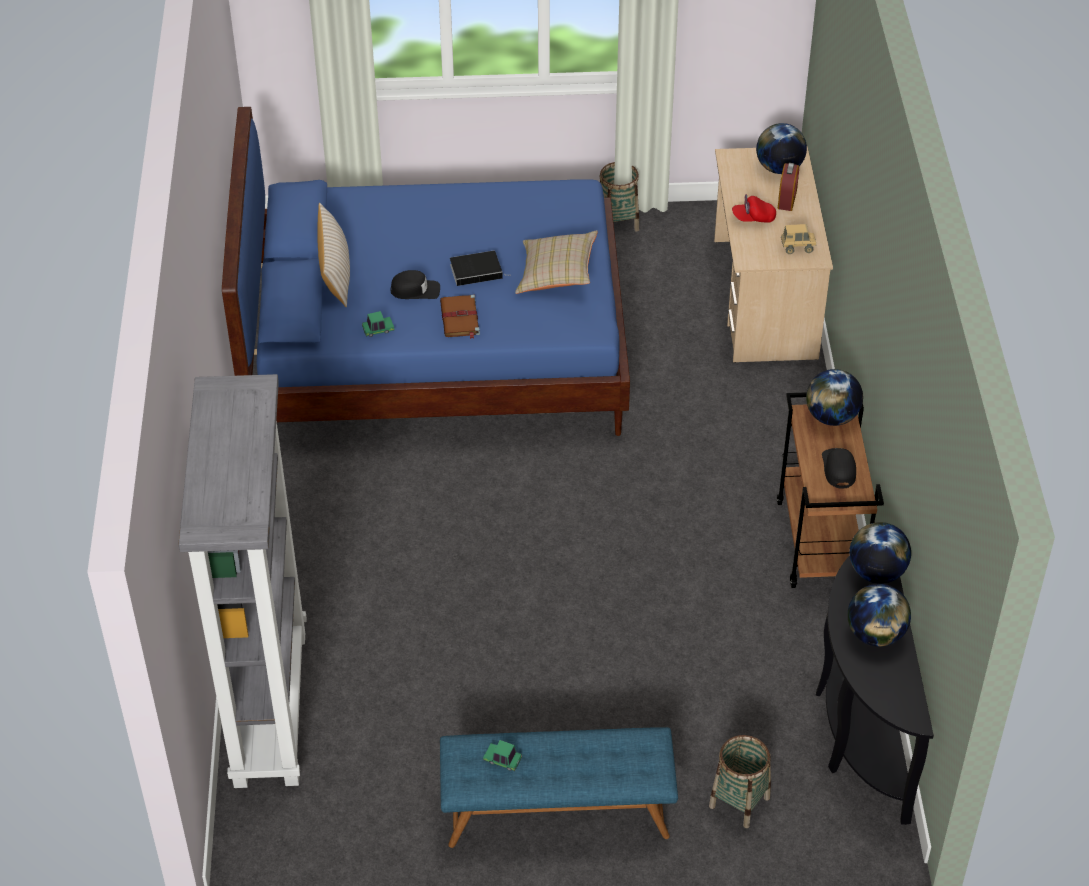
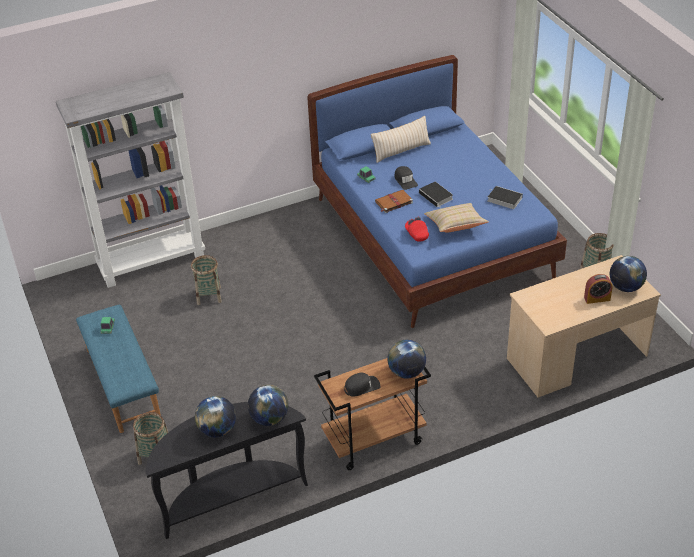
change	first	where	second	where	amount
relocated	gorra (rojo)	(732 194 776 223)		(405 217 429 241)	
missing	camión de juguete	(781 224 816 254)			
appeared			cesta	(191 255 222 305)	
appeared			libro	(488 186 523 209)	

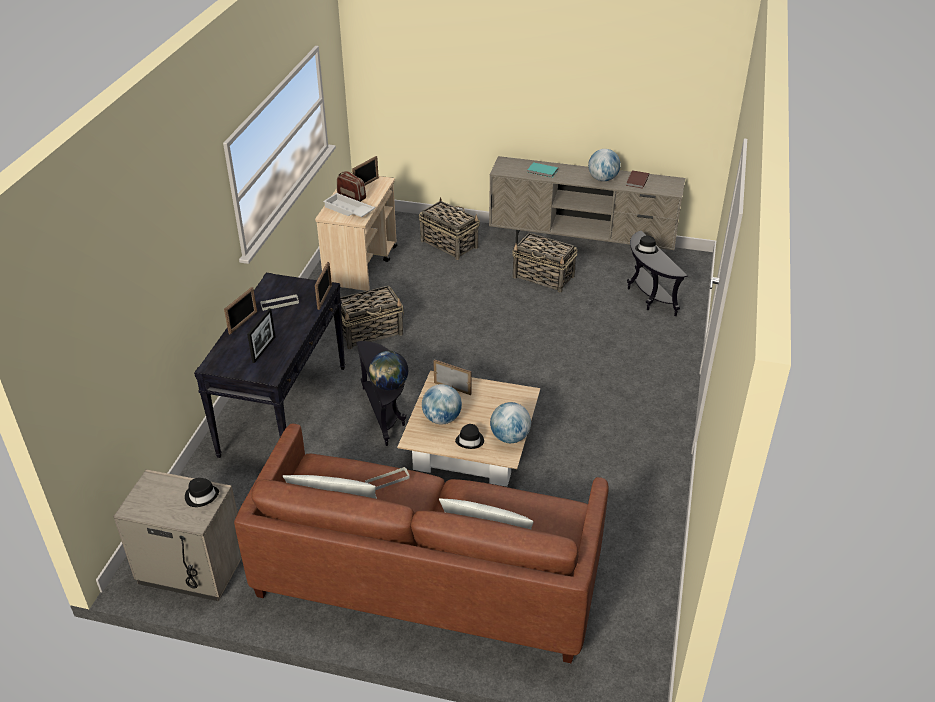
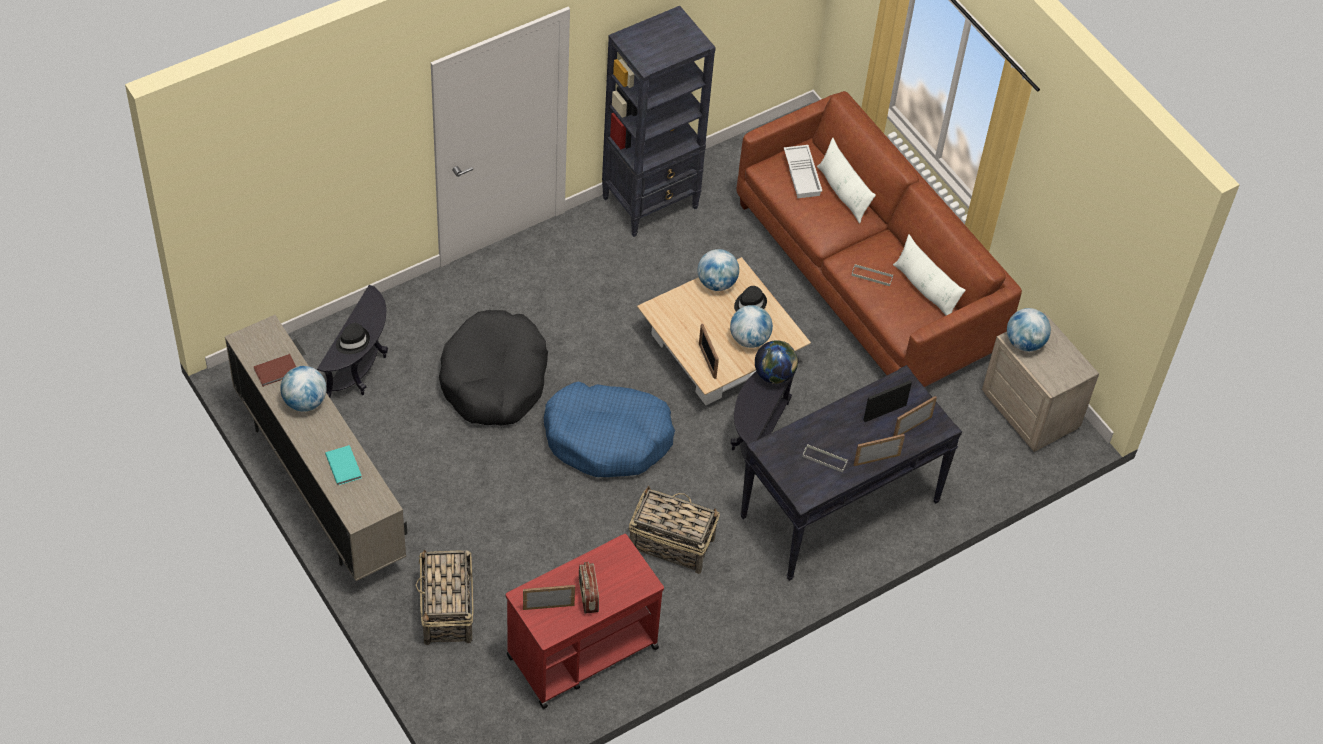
change	first	where	second	where	amount
exchanged	sombrero (negro)	(185 478 219 507)	globo terráqueo	(1007 308 1051 352)	
colour	carrito (beis)	(315 172 397 291)	carrito (rojo)	(506 534 664 709)	
relocated	portarretratos	(315 262 332 310)		(893 396 937 436)	
relocated	bandeja (blanco)	(323 193 375 217)		(784 145 823 198)	
missing	cesta	(512 233 578 293)			
appeared			cama para perro (negro)	(439 310 548 426)	
appeared			cama para perro (azul)	(544 381 675 477)	
appeared			estantería (negro)	(602 6 716 237)	

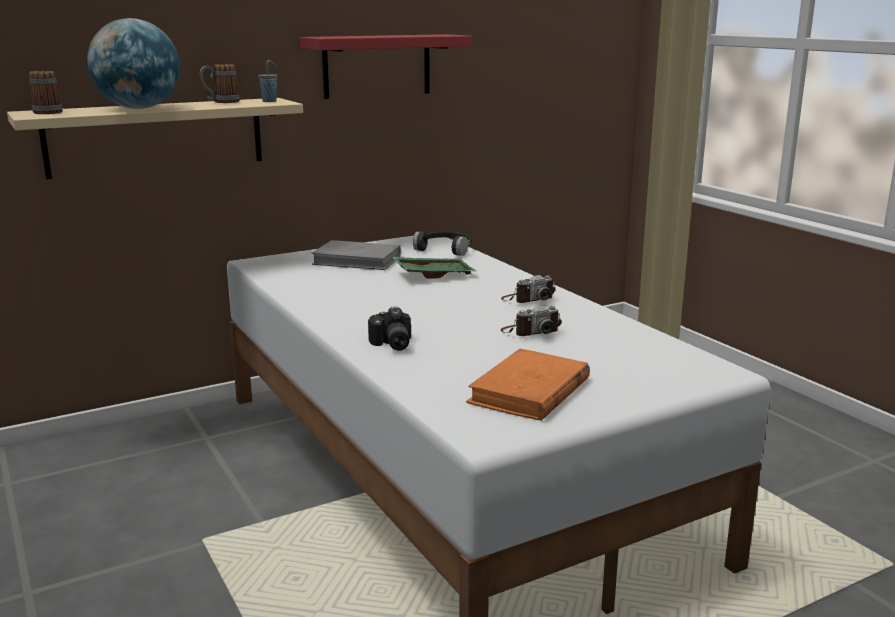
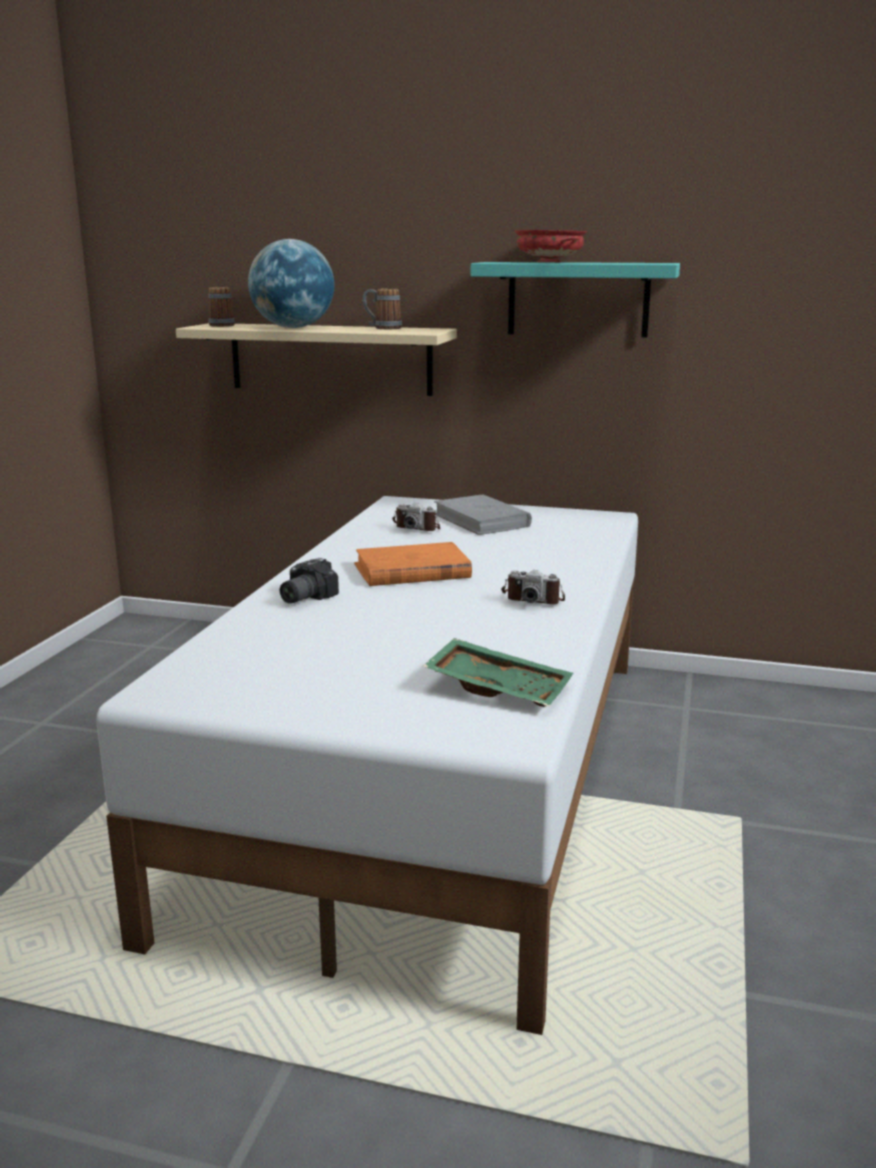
change	first	where	second	where	amount
missing	taza (gris)	(258 60 278 102)			
colour	estante (rojo)	(300 34 472 99)	estante (turquesa)	(471 262 680 337)	
relocated	bandeja (verde)	(392 257 476 279)		(423 638 573 707)	
missing	auriculares (negro)	(413 232 471 256)			
relocated	libro (naranja)	(466 349 590 421)		(354 542 472 586)	
relocated	cámara	(501 306 561 336)		(392 503 440 531)	
appeared			cuenco (rojo)	(514 230 587 262)	

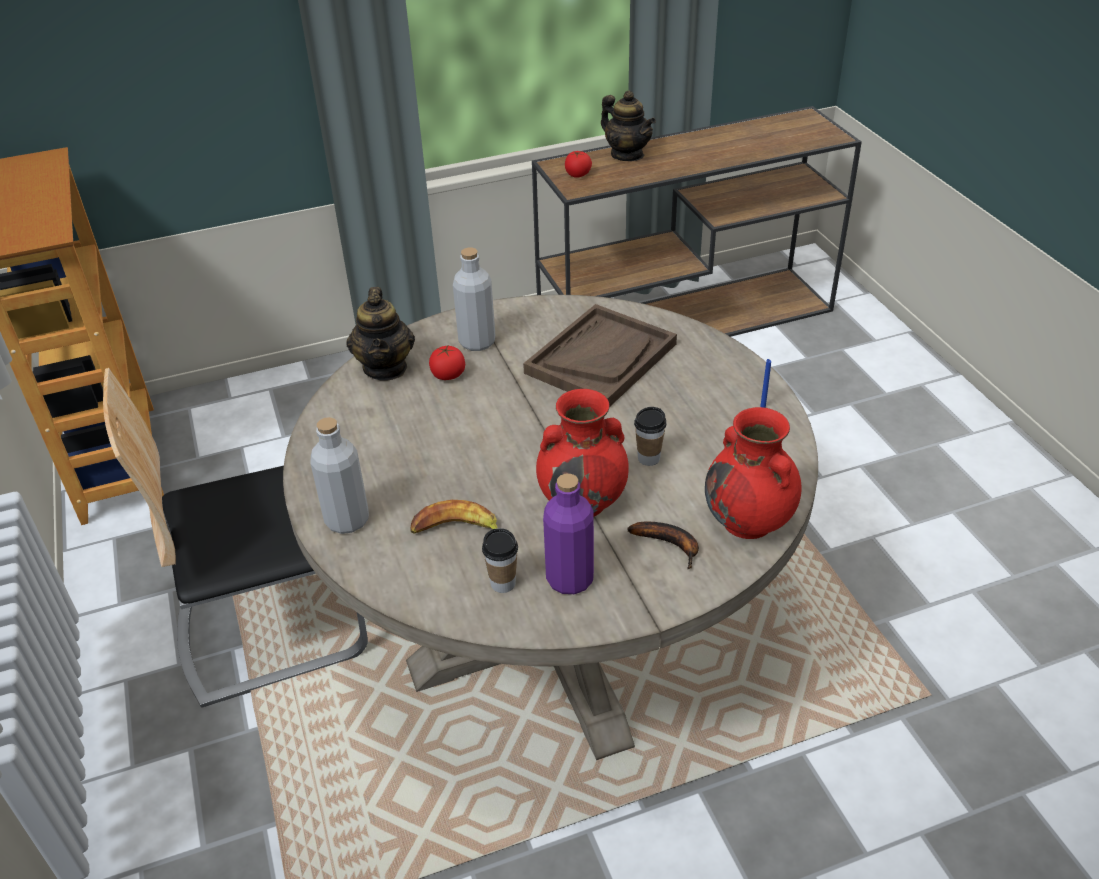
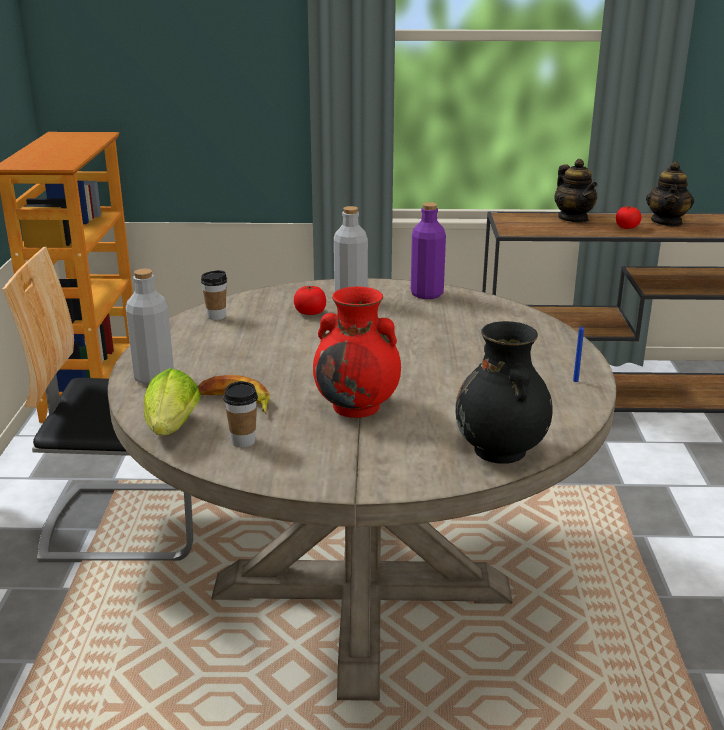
change	first	where	second	where	amount
relocated	tetera	(346 287 415 381)		(646 161 694 227)	
missing	bandeja (marrón)	(523 304 677 407)			
relocated	botella (morado)	(543 474 594 594)		(411 202 446 299)	
relocated	tomate	(565 151 592 178)		(616 206 642 229)	
missing	plátano	(627 522 699 569)			
relocated	taza	(634 407 666 466)		(201 270 227 320)	
colour	florero (rojo)	(705 407 802 539)	florero (negro)	(455 321 553 464)	
appeared			lechuga	(144 368 201 435)	

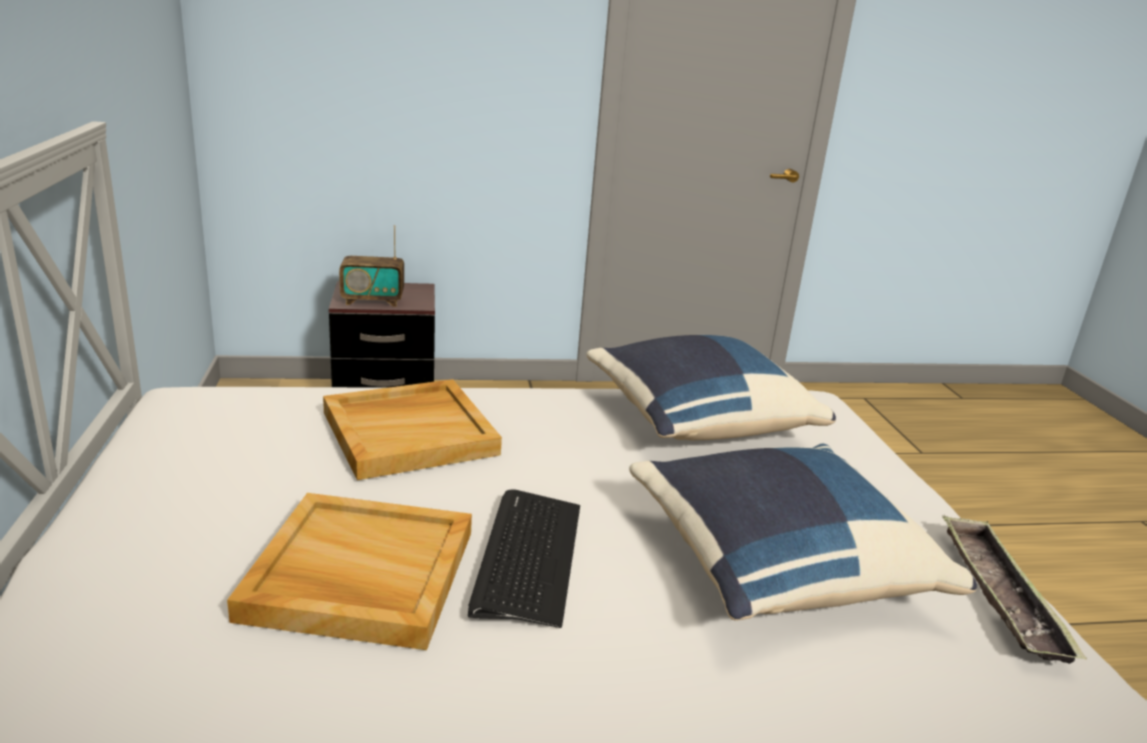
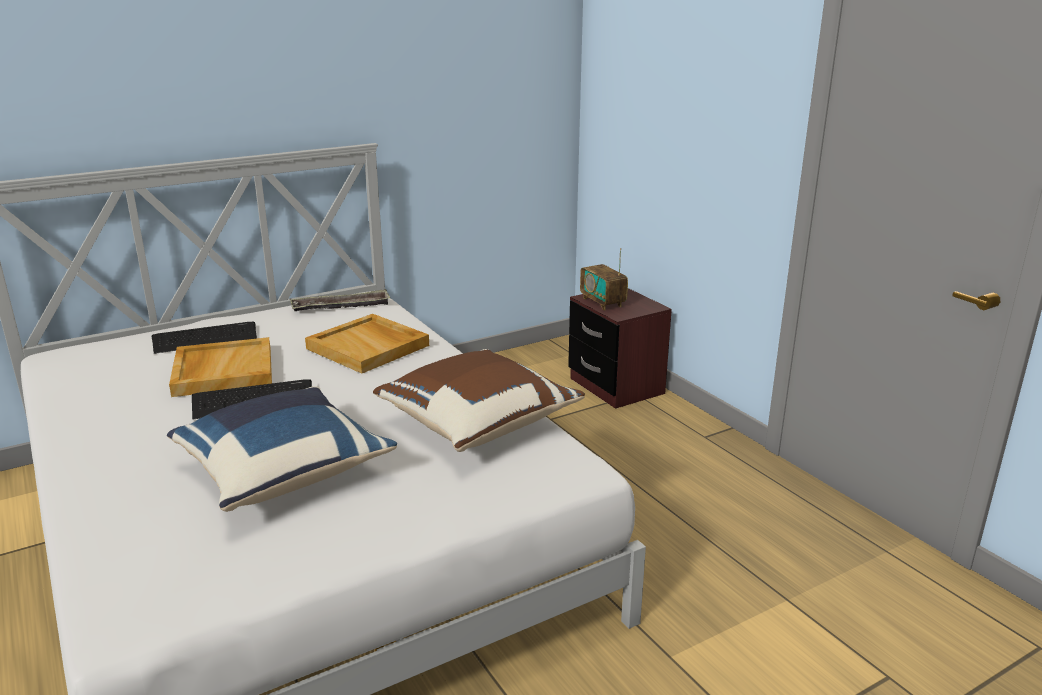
change	first	where	second	where	amount
colour	cojín (azul)	(586 335 836 441)	cojín (marrón)	(373 349 585 452)	
relocated	bandeja	(942 515 1087 664)		(290 289 390 311)	
appeared			teclado	(152 322 257 354)	

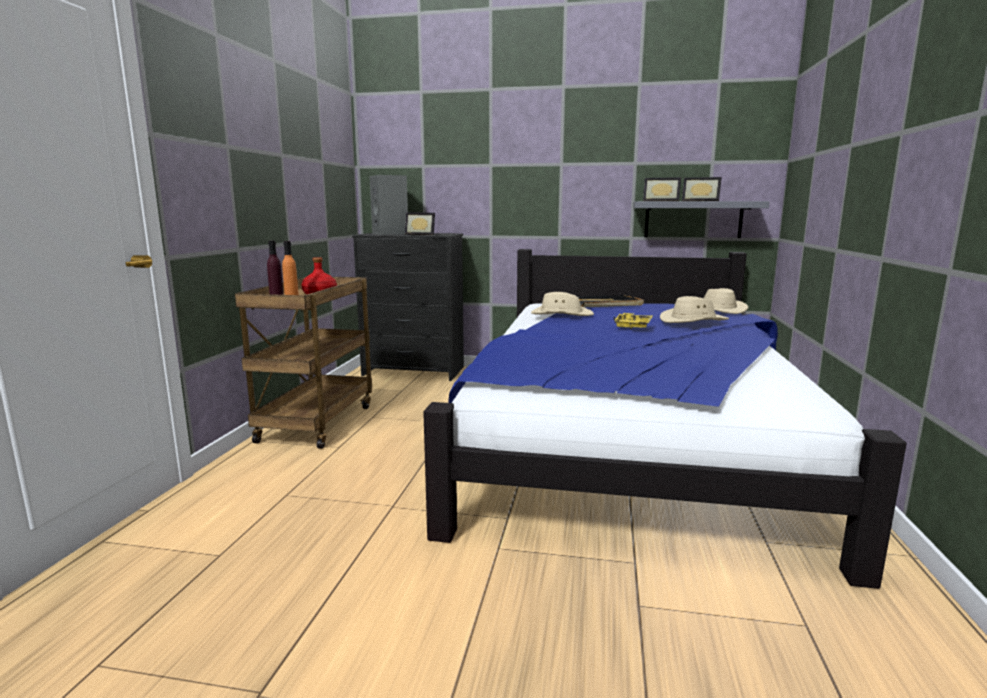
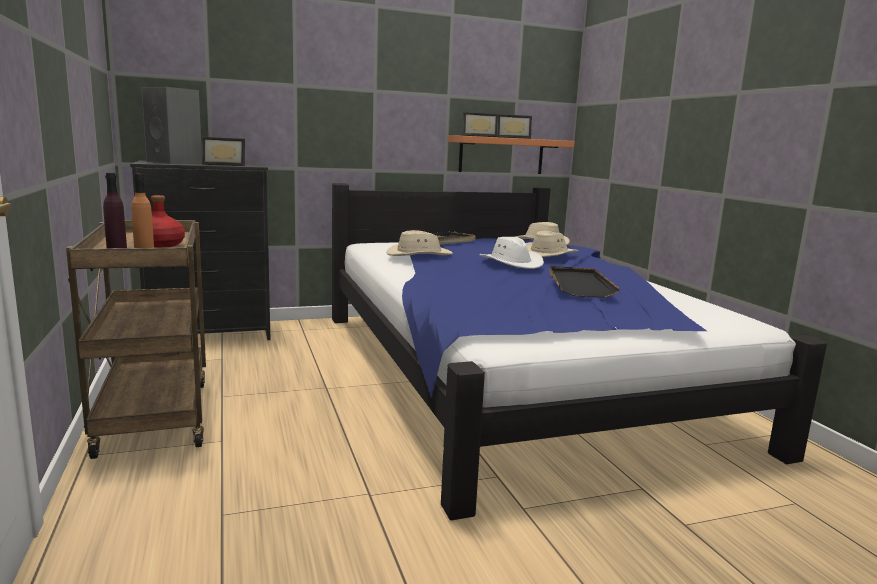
change	first	where	second	where	amount
exchanged	bandeja (amarillo)	(613 313 652 329)	sombrero (blanco)	(479 237 544 269)	
colour	estante (gris)	(633 201 770 238)	estante (naranja)	(448 135 575 174)	
appeared			bandeja (negro)	(550 266 620 297)	

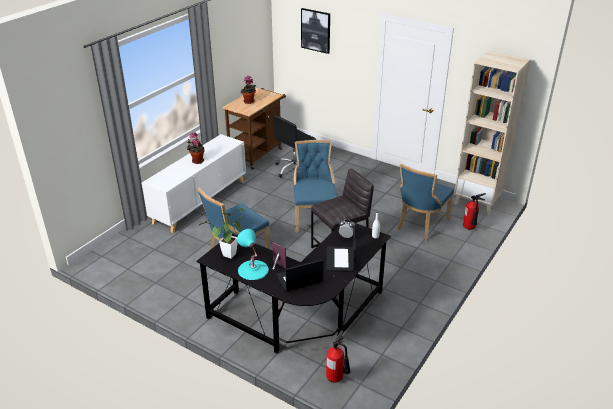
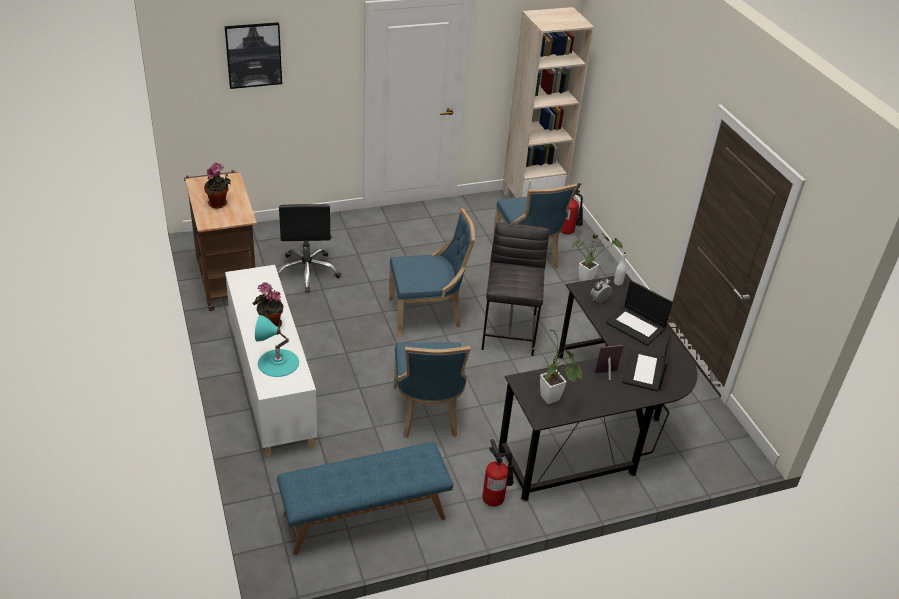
change	first	where	second	where	amount
relocated	lámpara de mesa (turquesa)	(237 229 269 280)		(255 315 299 377)	
spun	silla (azul)	(294 140 337 233)		(388 209 475 337)	135 degrees clockwise
relocated	extintor	(326 330 351 382)		(482 439 514 507)	
appeared			banco (azul)	(277 442 453 555)	
appeared			planta en maceta	(572 233 623 281)	

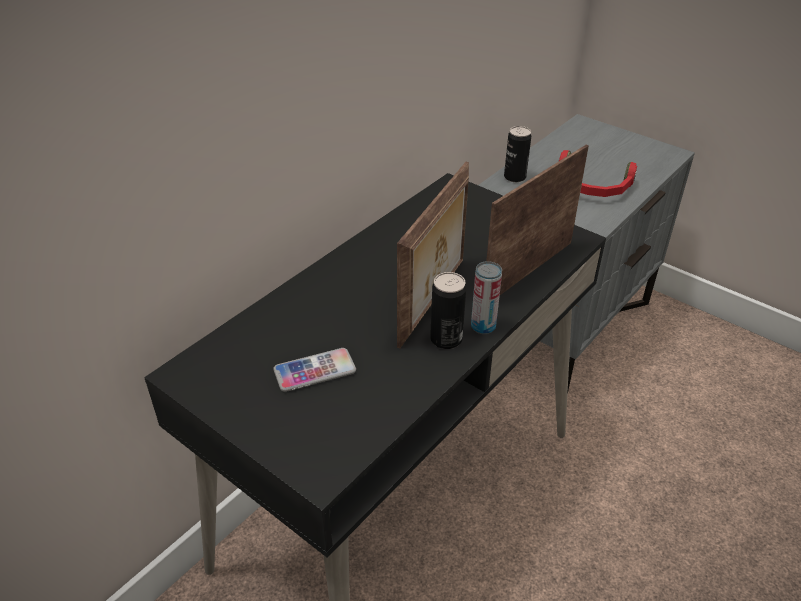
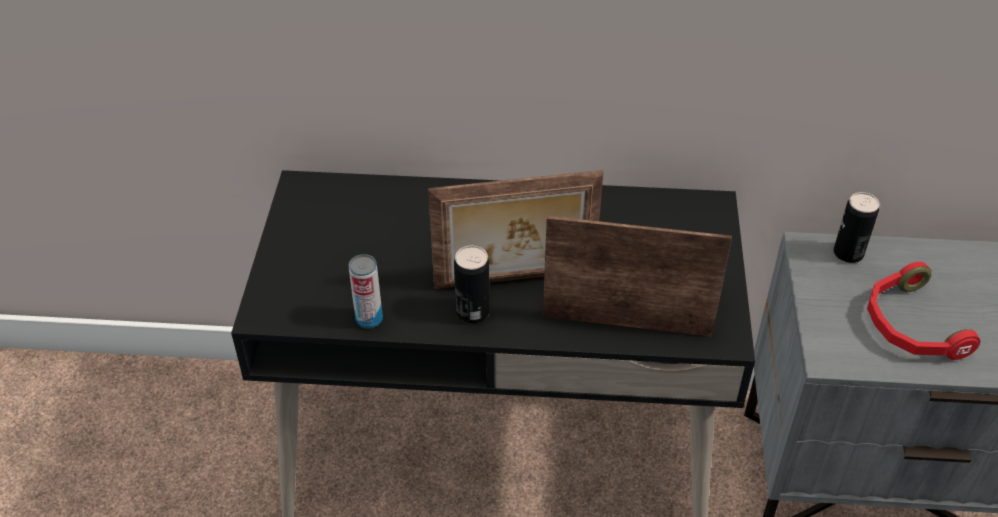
change	first	where	second	where	amount
missing	móvil	(273 348 356 392)			
relocated	lata	(471 261 502 334)		(349 254 383 329)	

